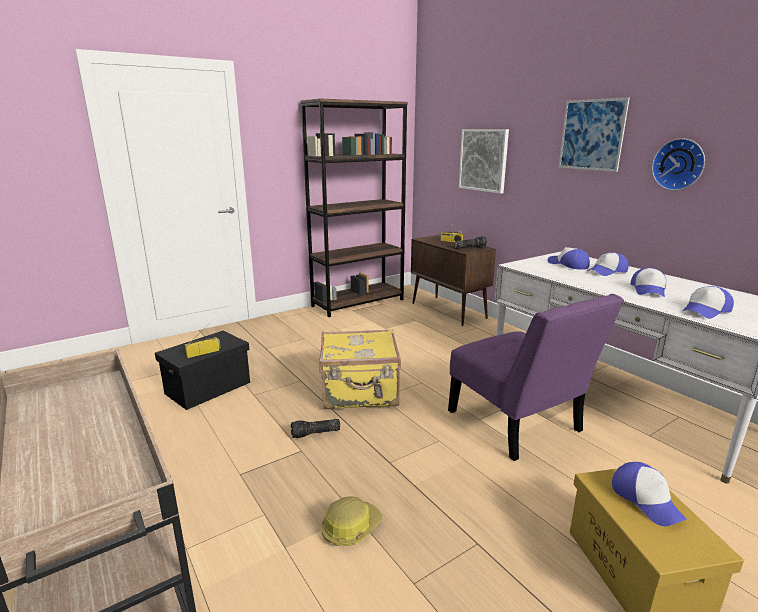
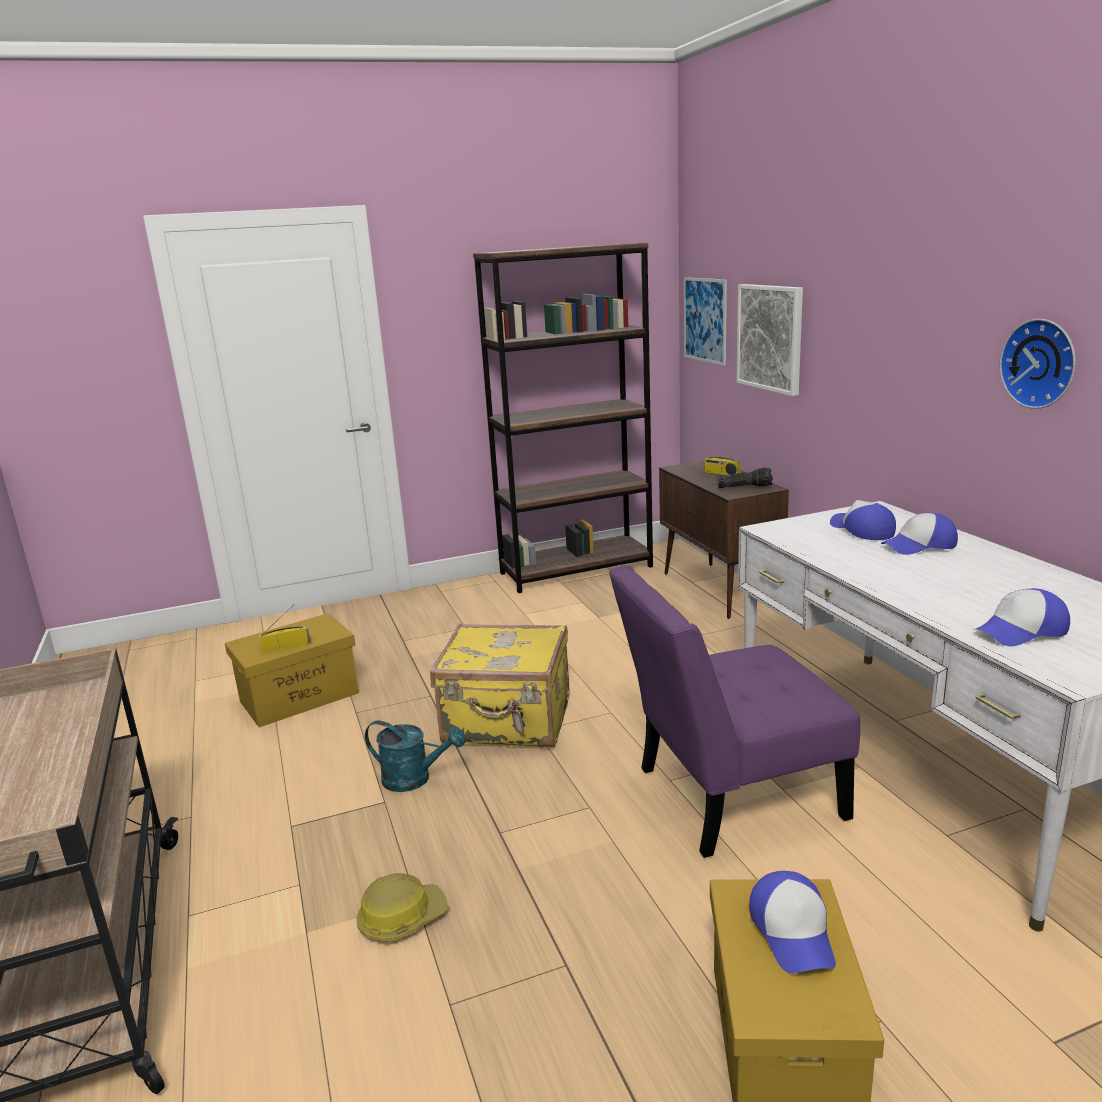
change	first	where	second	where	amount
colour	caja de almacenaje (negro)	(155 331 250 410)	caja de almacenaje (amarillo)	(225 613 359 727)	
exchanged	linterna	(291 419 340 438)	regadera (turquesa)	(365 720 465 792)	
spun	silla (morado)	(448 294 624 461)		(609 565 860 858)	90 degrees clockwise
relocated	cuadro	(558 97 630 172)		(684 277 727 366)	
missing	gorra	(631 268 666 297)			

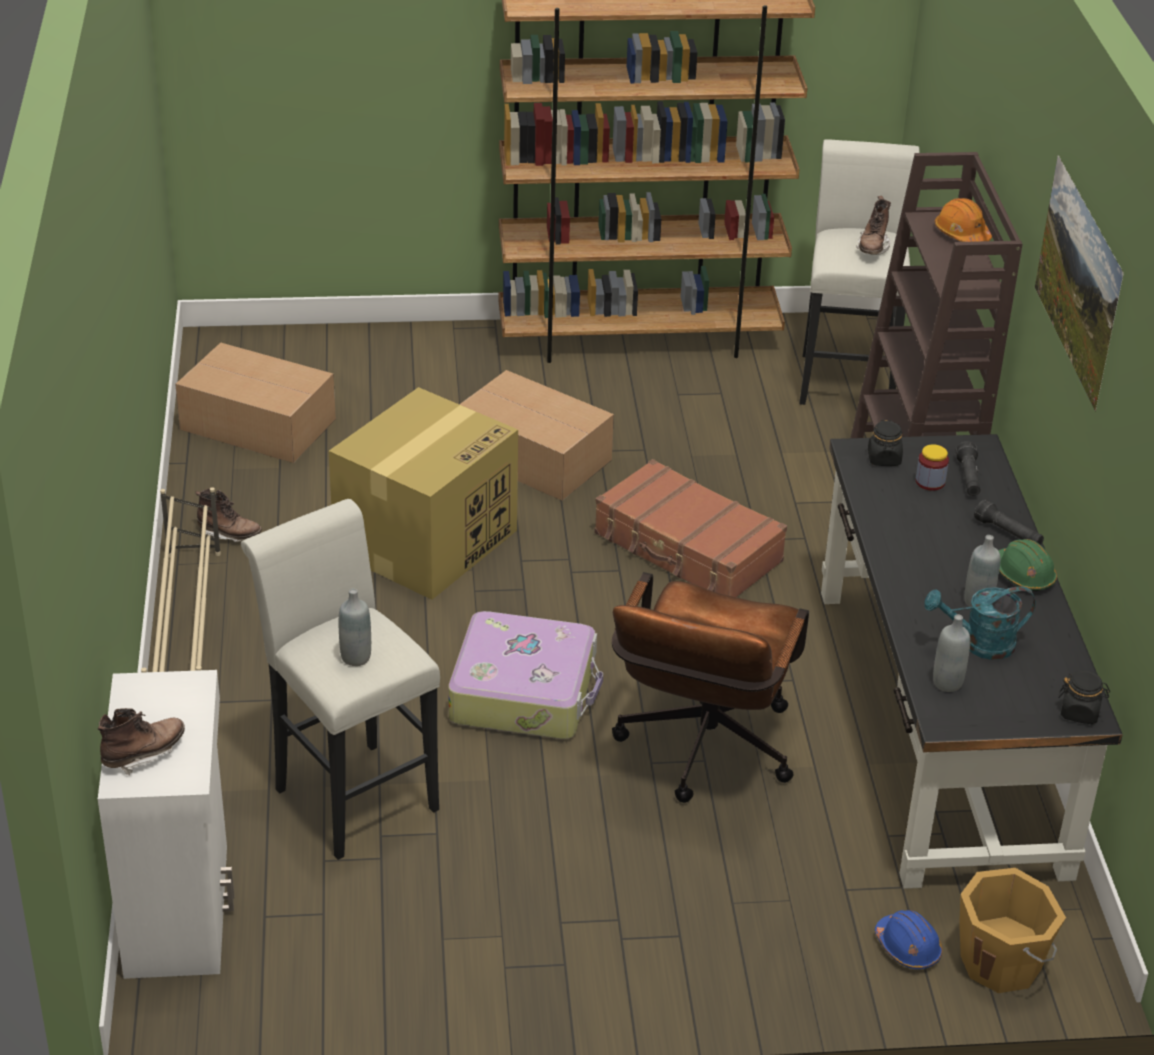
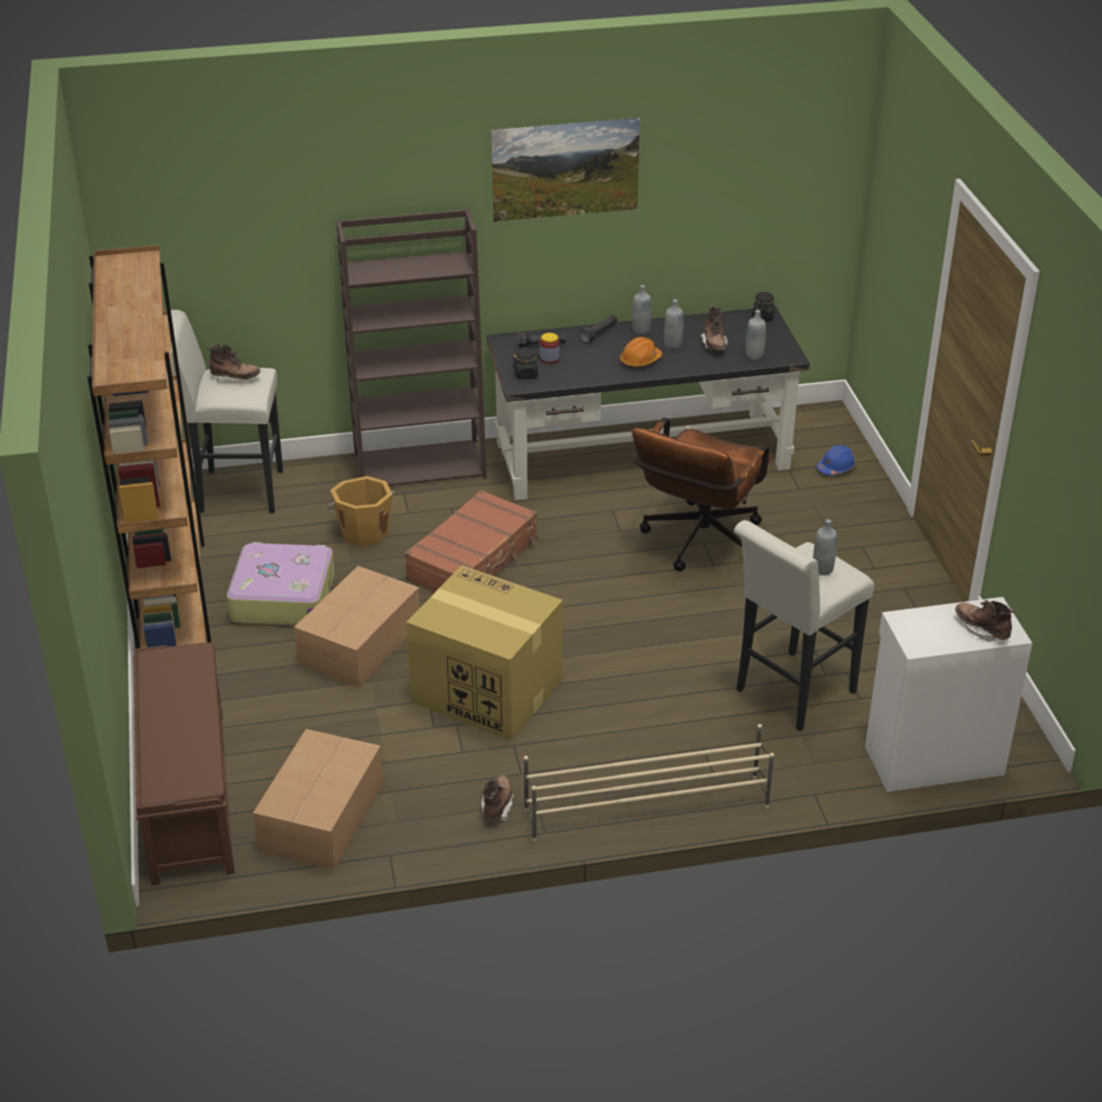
change	first	where	second	where	amount
relocated	maleta	(448 611 603 739)		(227 542 335 626)	
spun	silla de oficina (marrón)	(612 572 809 803)		(632 417 773 571)	105 degrees clockwise
exchanged	regadera (turquesa)	(924 586 1036 660)	bota (marrón)	(700 305 728 351)	
relocated	casco (naranja)	(935 198 992 242)		(620 337 662 368)	
relocated	cubo (naranja)	(959 868 1066 993)		(326 476 395 547)	
exchanged	casco (verde)	(998 539 1057 591)	botella (gris)	(632 285 651 334)	
appeared			banco (marrón)	(133 642 235 885)	

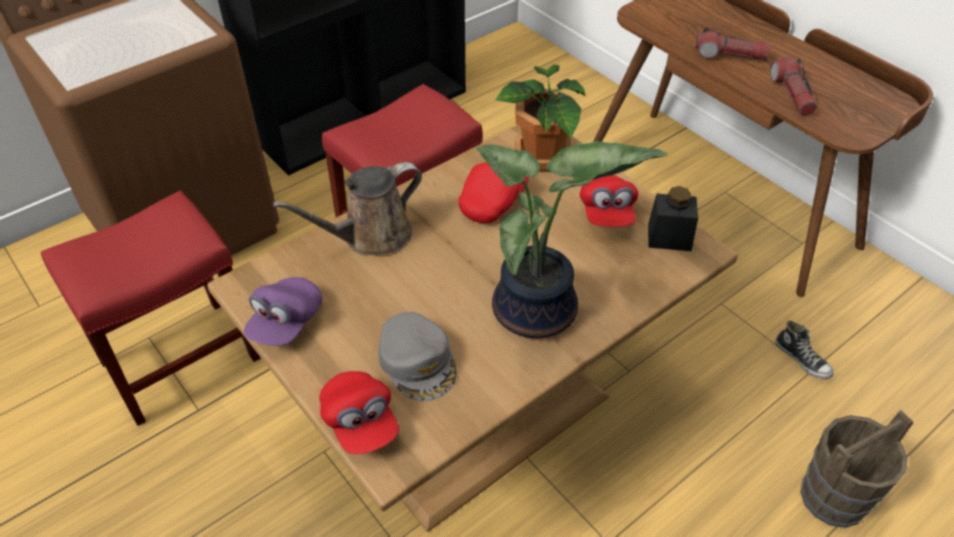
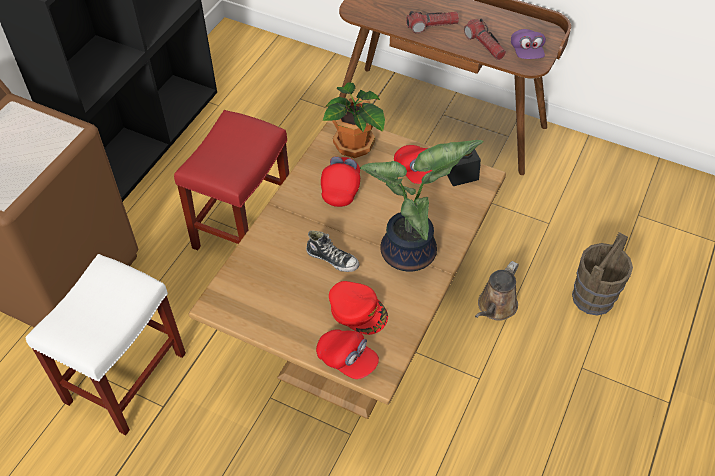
change	first	where	second	where	amount
colour	taburete (rojo)	(41 191 261 426)	taburete (blanco)	(26 254 186 435)	
relocated	gorra (morado)	(244 277 322 346)		(511 29 546 59)	
relocated	regadera (marrón)	(273 162 422 256)		(475 261 519 321)	
colour	gorra (gris)	(378 312 457 401)	gorra (rojo)	(329 281 388 335)	
relocated	zapato	(775 320 834 379)		(306 231 359 272)	

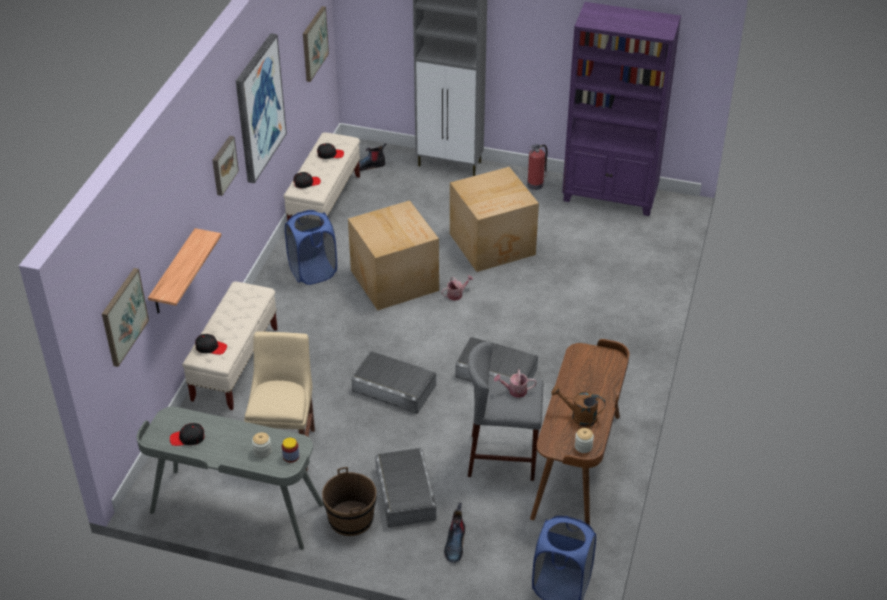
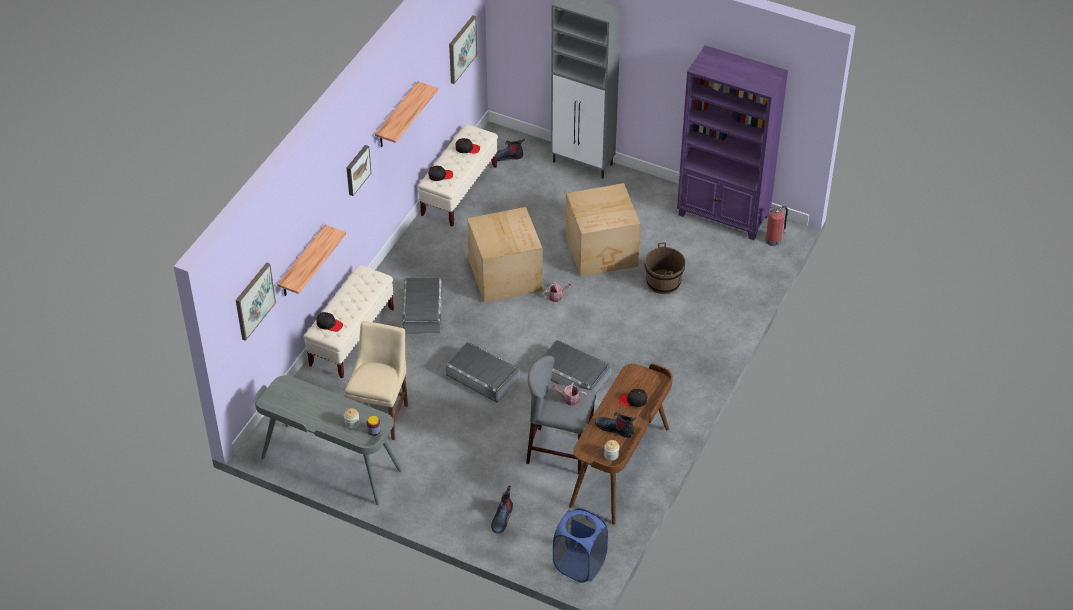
change	first	where	second	where	amount
relocated	gorra (negro)	(170 423 205 446)		(619 389 647 407)	
exchanged	cuadro	(236 33 287 183)	estante	(375 82 438 147)	
missing	cesto de la ropa (azul)	(285 210 337 285)			
relocated	cubo (marrón)	(322 467 377 536)		(645 243 685 294)	
relocated	caja de almacenaje (gris)	(375 448 437 527)		(402 278 442 334)	
relocated	extintor	(527 144 548 190)		(765 205 788 246)	
exchanged	regadera (marrón)	(551 386 606 427)	bota	(595 412 636 438)	

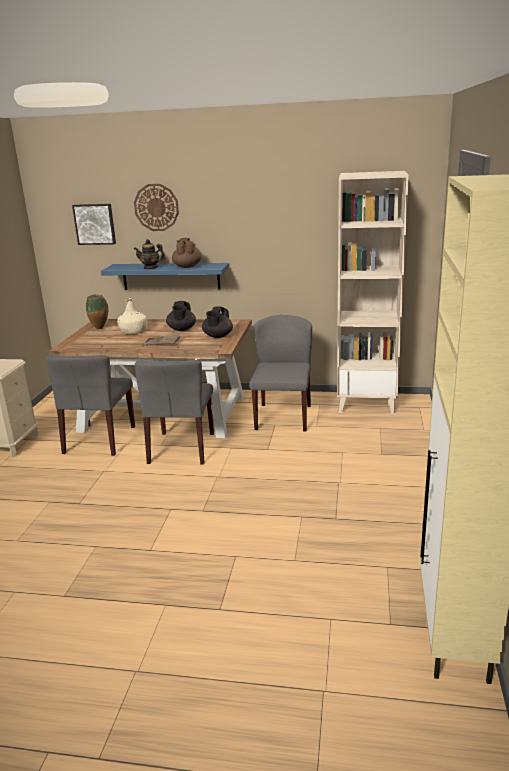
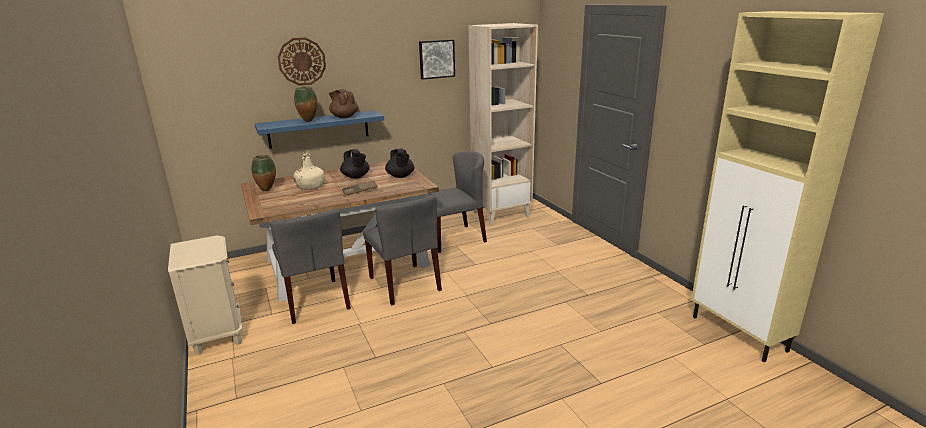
change	first	where	second	where	amount
relocated	cuadro	(72 204 116 245)		(419 39 455 80)	
exchanged	tetera	(134 239 165 269)	florero	(294 86 317 122)	
spun	silla (gris)	(249 315 312 431)		(429 151 487 253)	90 degrees clockwise

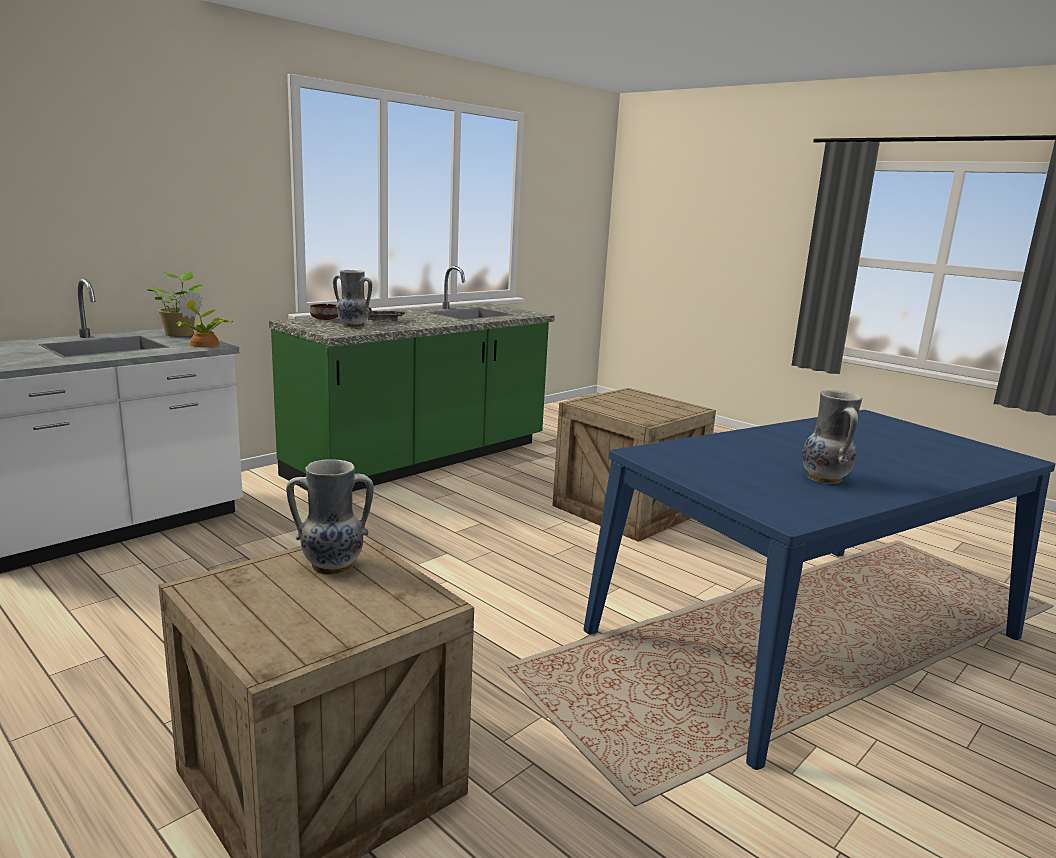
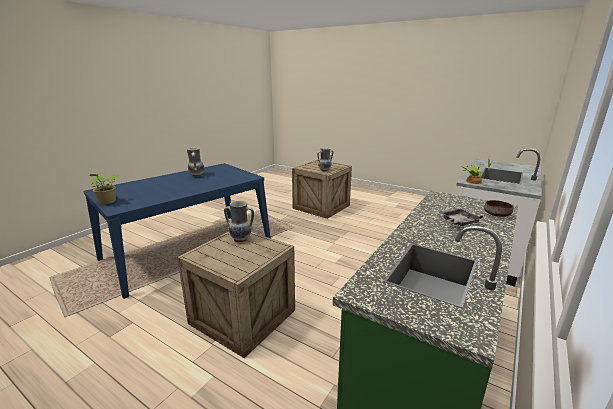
change	first	where	second	where	amount
relocated	planta en maceta	(147 272 202 337)		(86 171 119 204)	
relocated	florero	(333 270 372 328)		(224 201 254 242)	

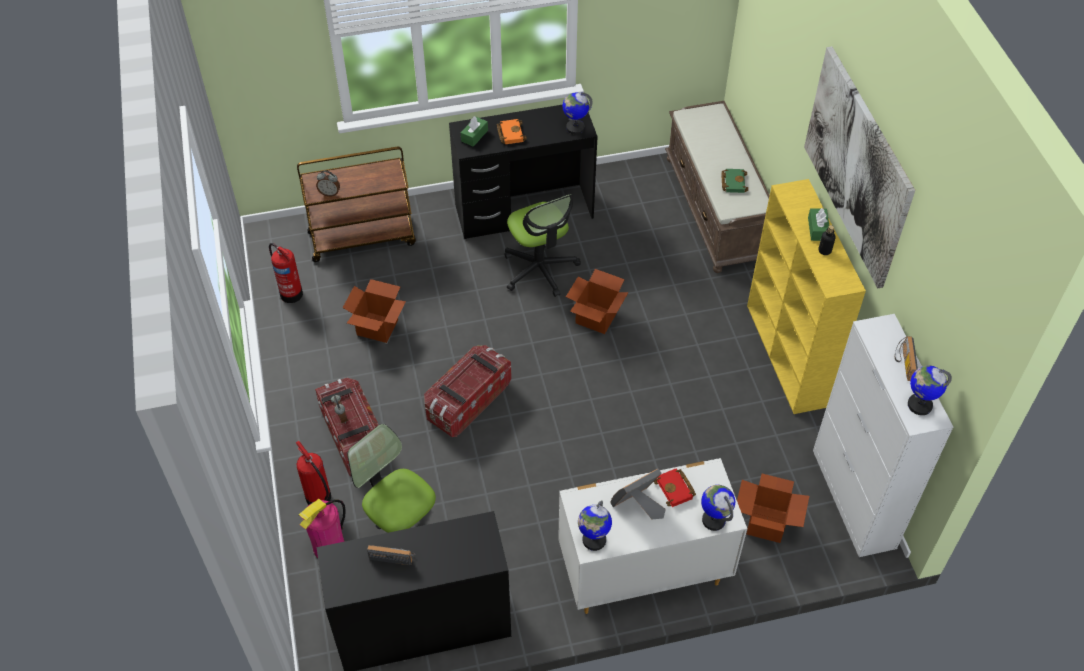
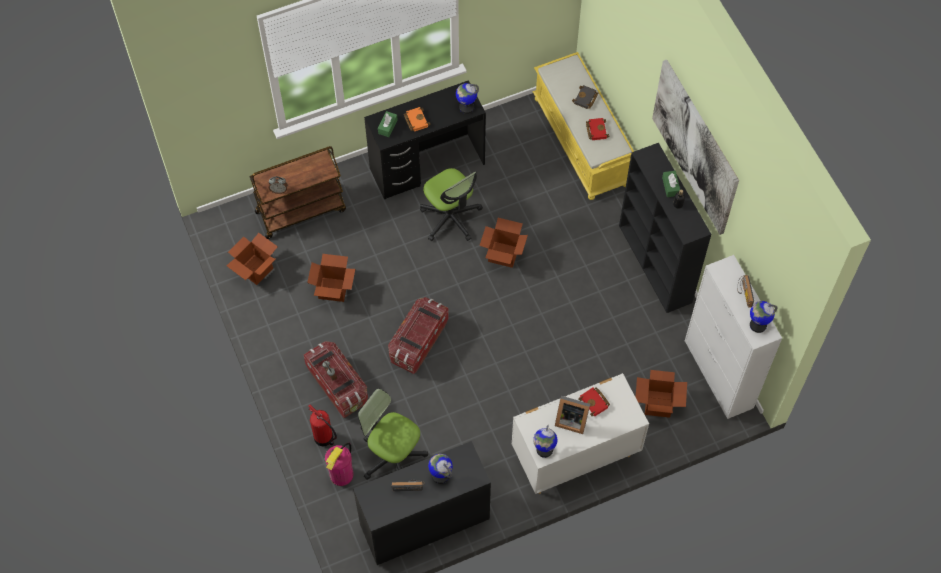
change	first	where	second	where	amount
exchanged	extintor	(269 243 303 303)	caja de cartón	(226 233 278 285)	
spun	portarretratos	(610 469 666 519)		(555 396 590 434)	120 degrees counterclockwise
colour	banco (marrón)	(665 101 770 273)	banco (amarillo)	(533 52 634 200)	
relocated	globo terráqueo	(701 485 735 531)		(428 454 453 484)	
colour	libro (verde)	(721 169 748 193)	libro (rojo)	(586 118 609 140)	
colour	estantería (amarillo)	(747 179 866 414)	estantería (negro)	(619 143 711 313)	
appeared			libro (negro)	(572 85 598 109)	

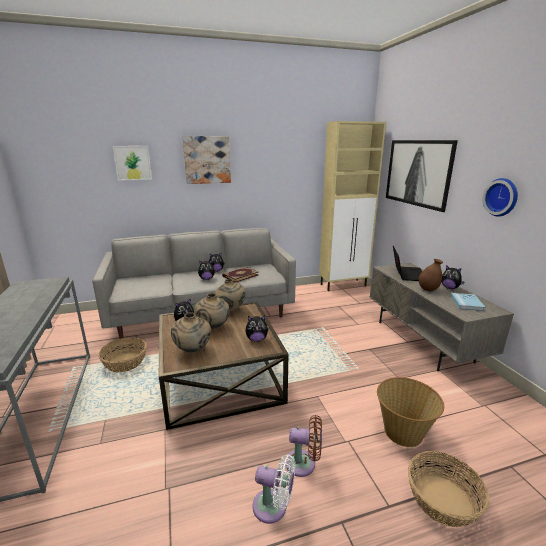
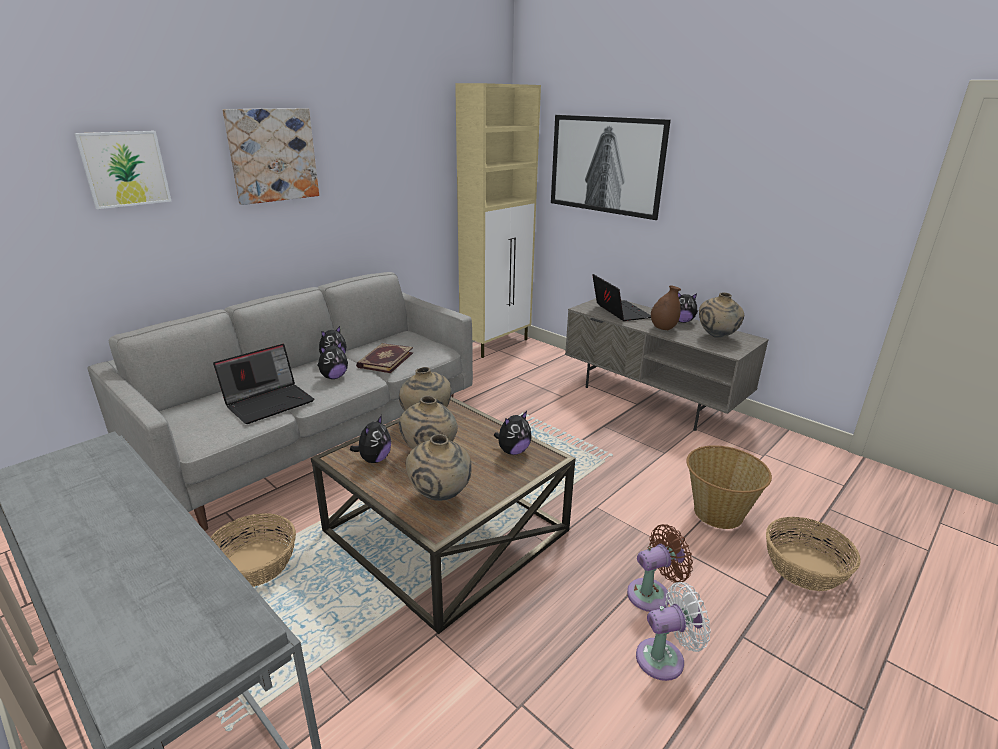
change	first	where	second	where	amount
exchanged	libro (azul)	(451 293 485 311)	florero (beis)	(699 292 744 338)	
missing	reloj de pared	(482 178 518 217)			
appeared			portátil	(213 344 314 424)	

